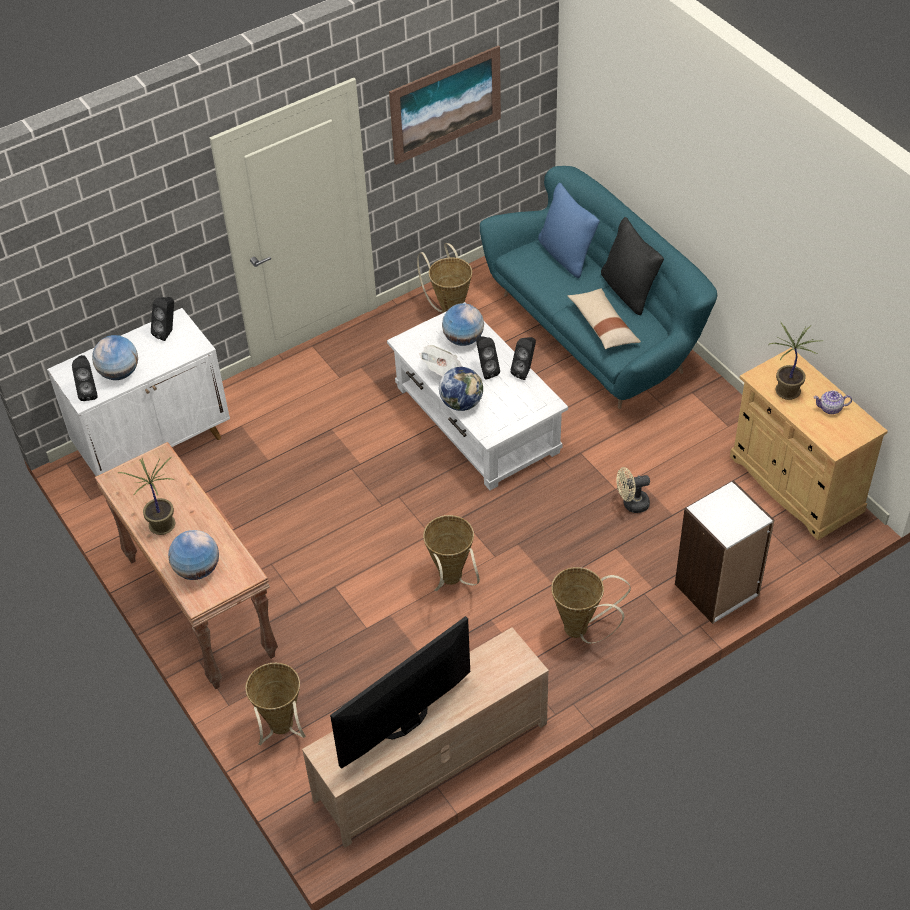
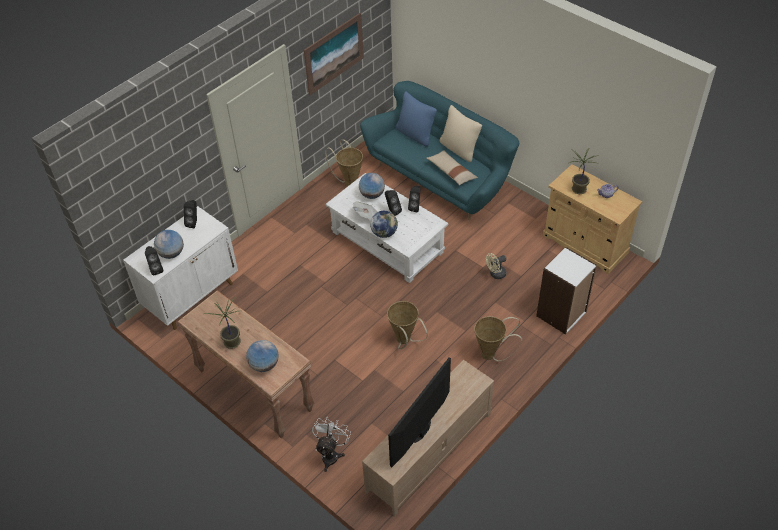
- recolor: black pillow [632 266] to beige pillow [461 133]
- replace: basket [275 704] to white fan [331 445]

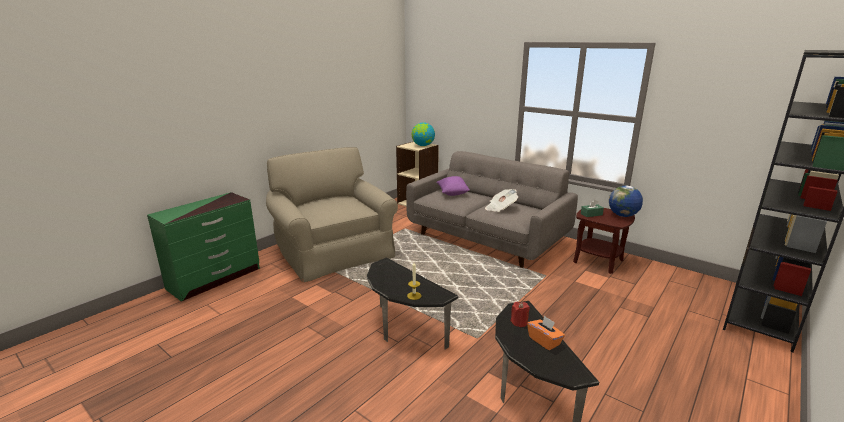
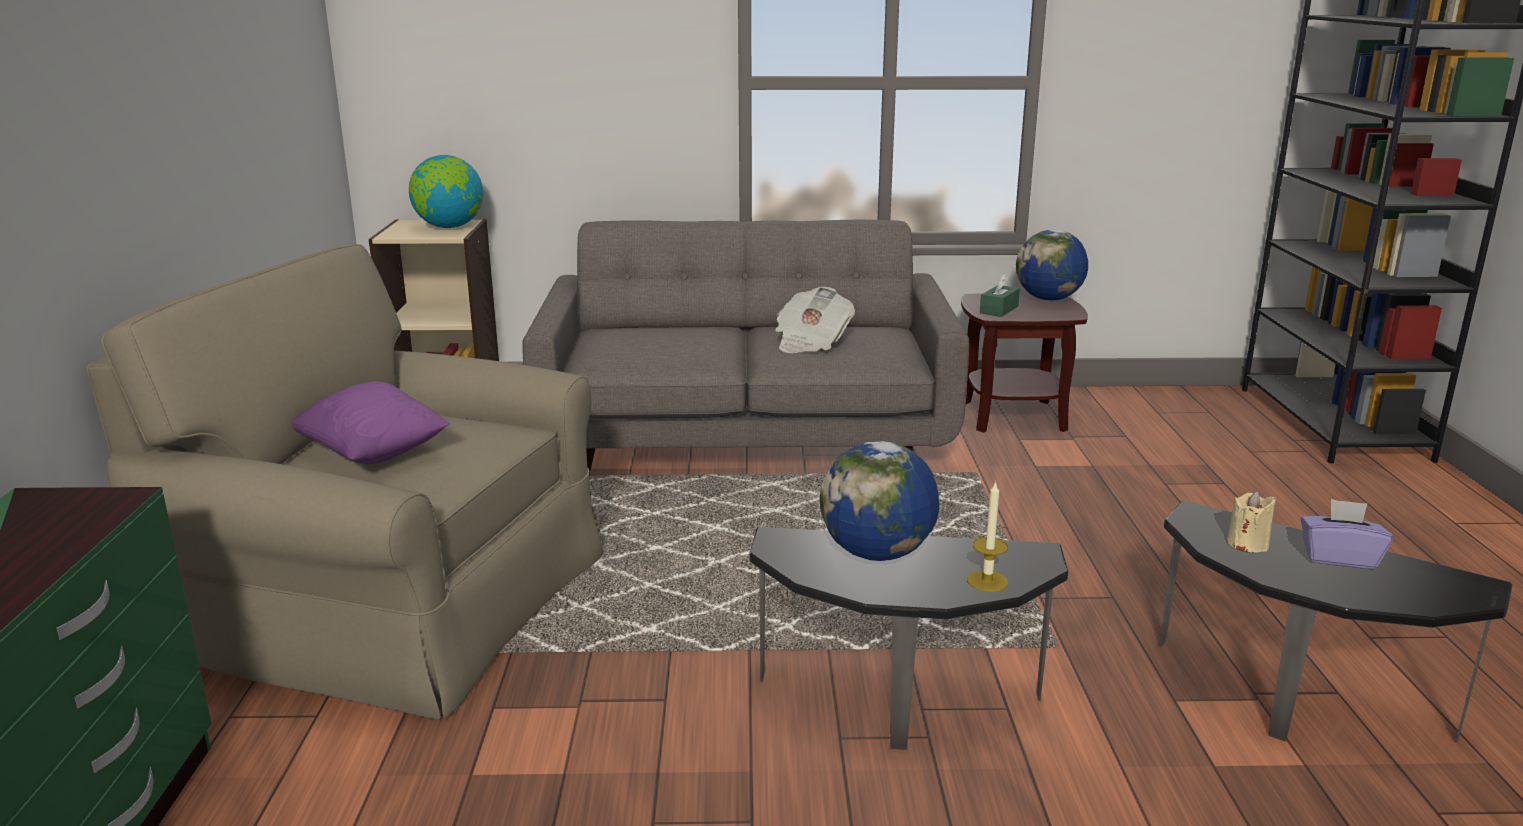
- move: purple pillow [453 186] to [371 422]
- recolor: red candle [520 314] to beige candle [1251 522]
- recolor: orange tissue box [546 332] to purple tissue box [1347 534]
- insert: globe [879 501]

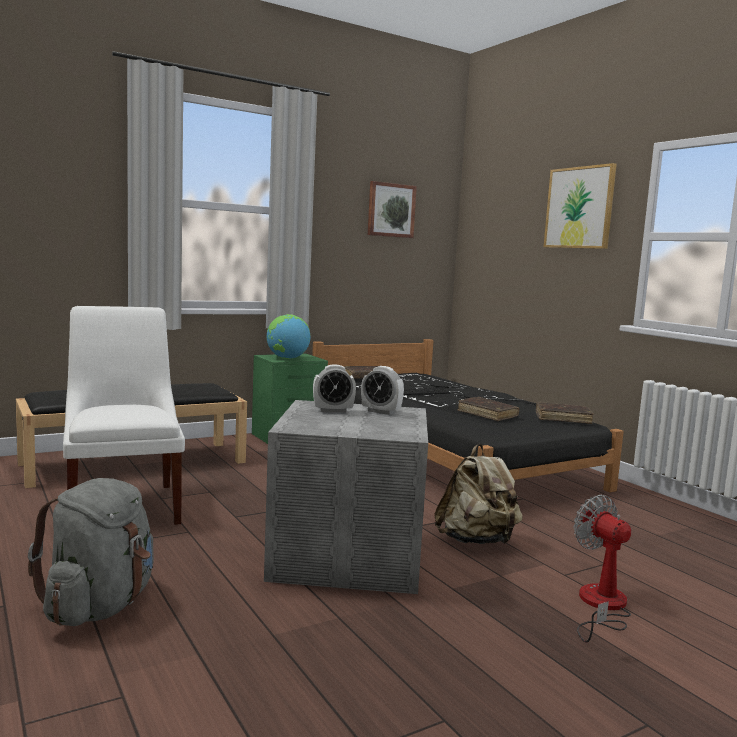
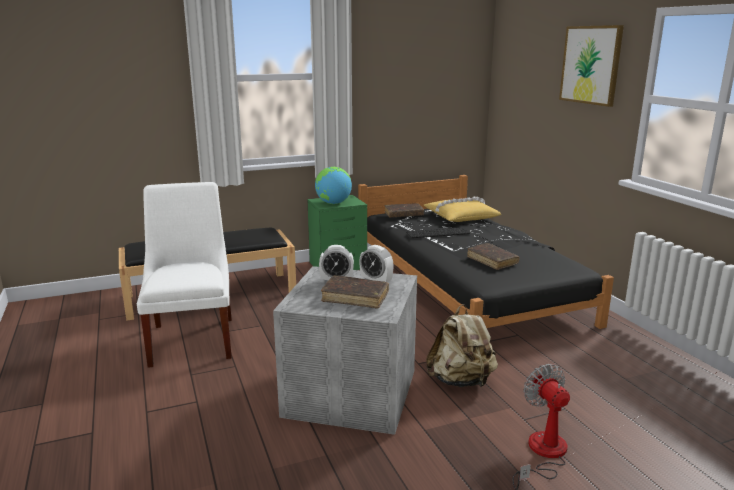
- delete: picture [392 209]
- move: brown book [565 413] to [355 292]
- delete: grey backpack [91 552]
- insert: yellow pillow [462 209]

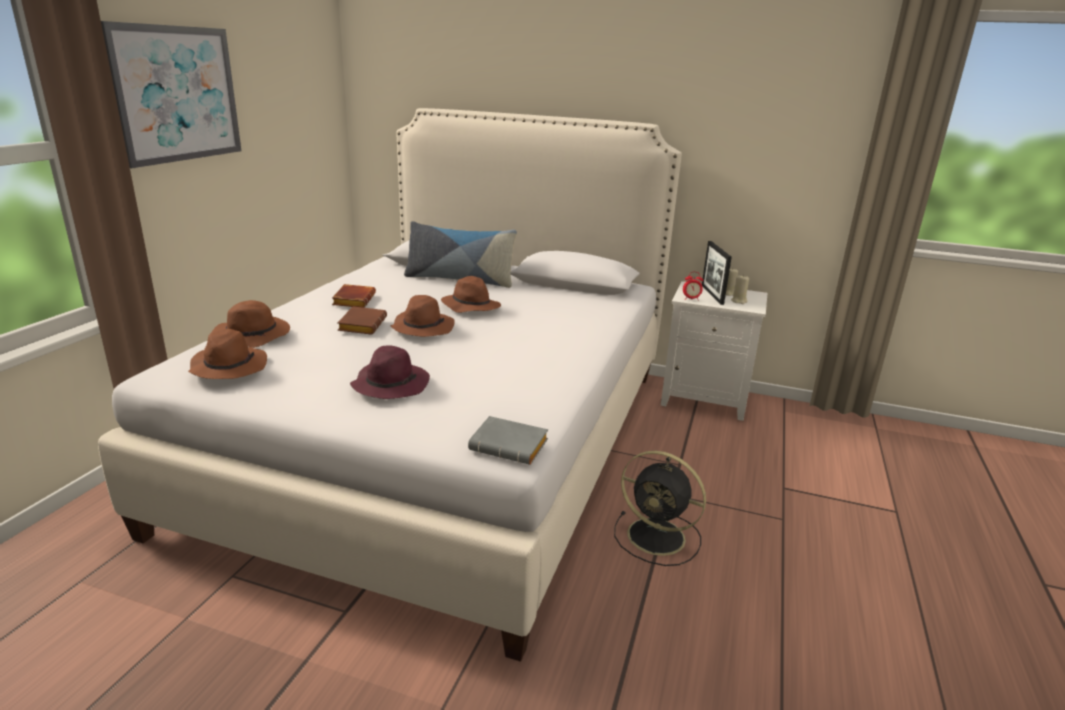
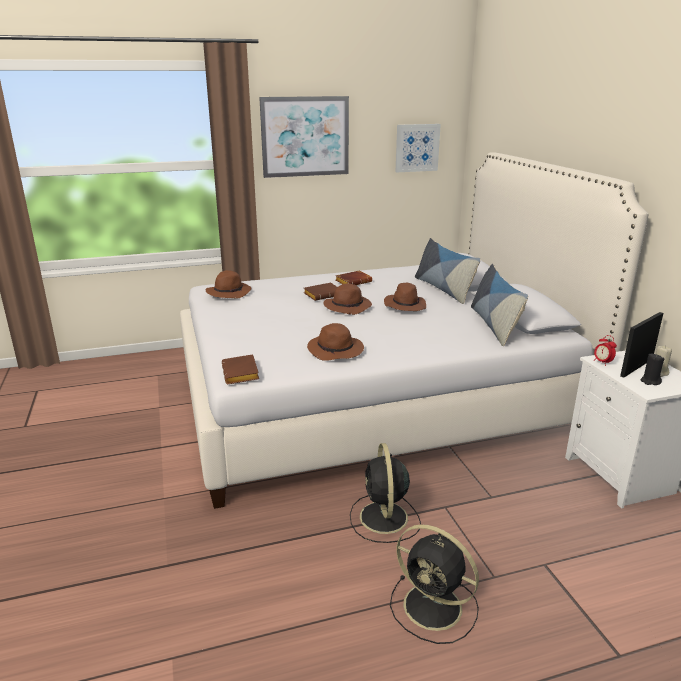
- recolor: beige candle [740 289] to black candle [652 369]
- move: brown hat [251 324] to [335 342]
- delete: purple hat [390 372]
- recolor: grey book [508 440] to brown book [240 369]
- insert: picture [418 148]
- insert: pillow [499 305]
- insert: black fan [434 584]

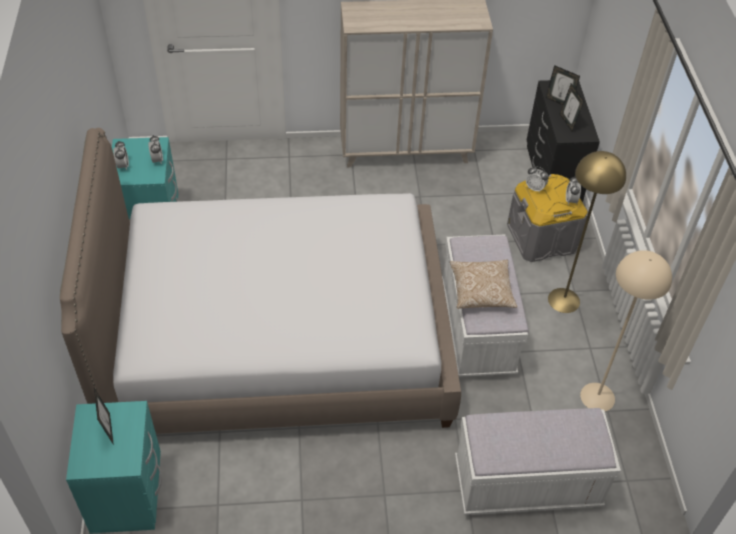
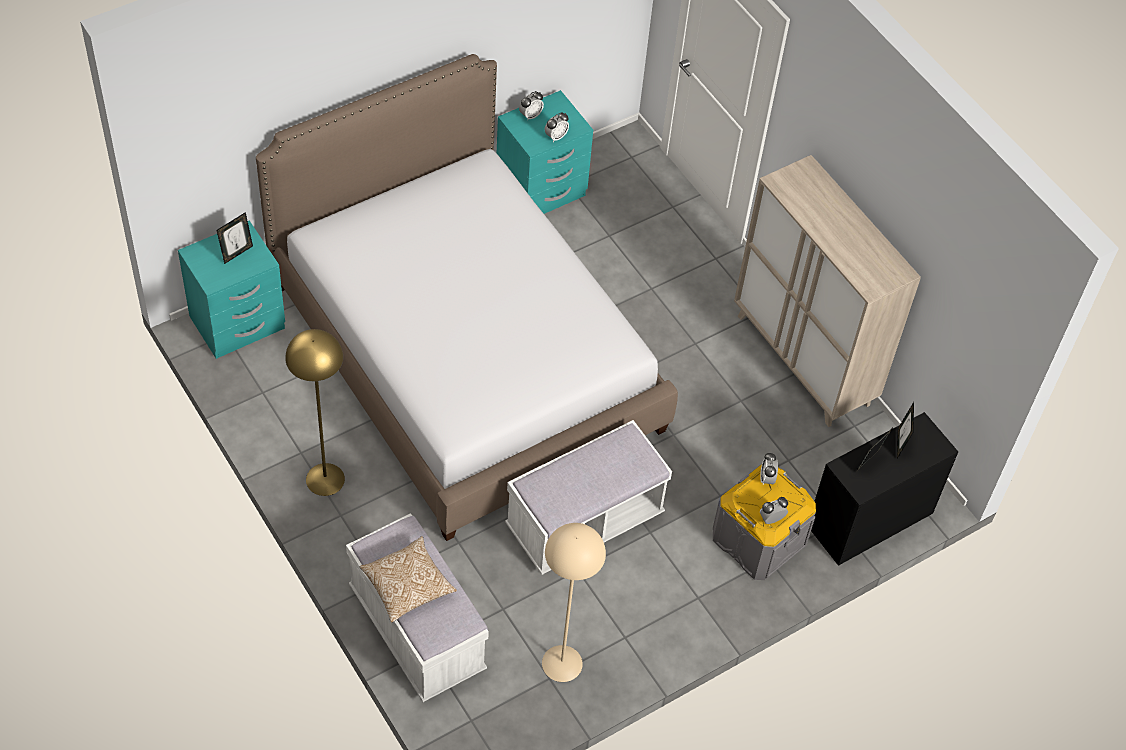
- move: yellow floor lamp [587 232] to [315 412]
- move: pillow [483 284] to [408 579]

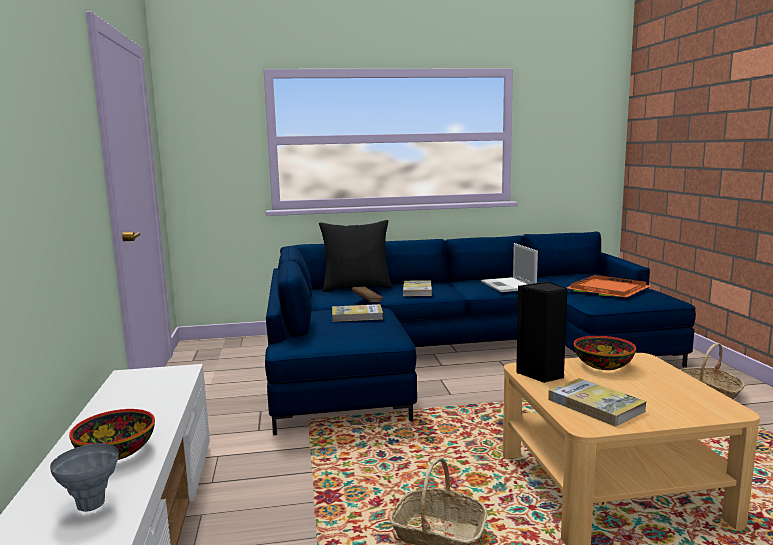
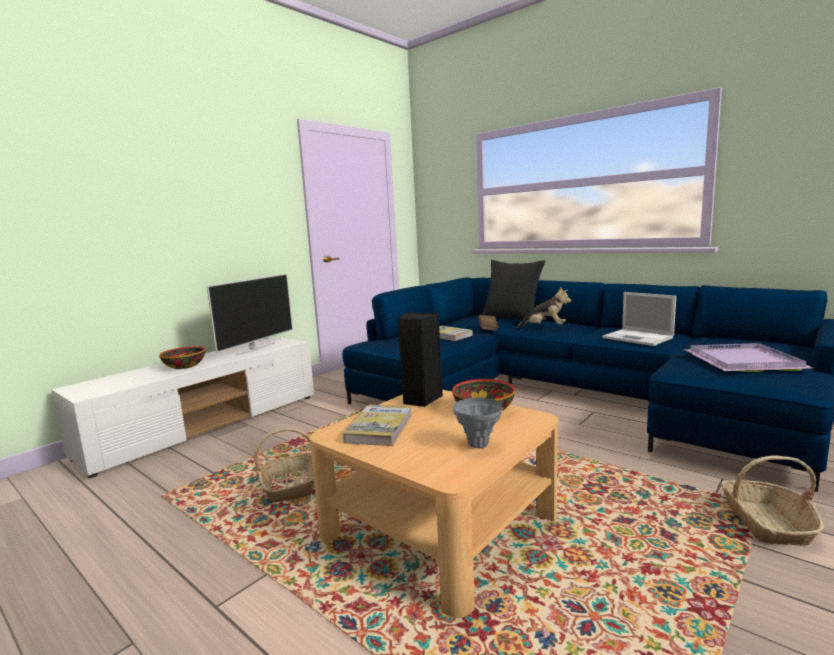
- rotate: laptop [509 267] = [639 319] 75 degrees counterclockwise
- recolor: orange tray [608 286] to purple tray [748 357]
- replace: book [417 288] to plush toy [544 307]
- move: grey vase [84 478] to [478 423]
- insert: television [249 314]

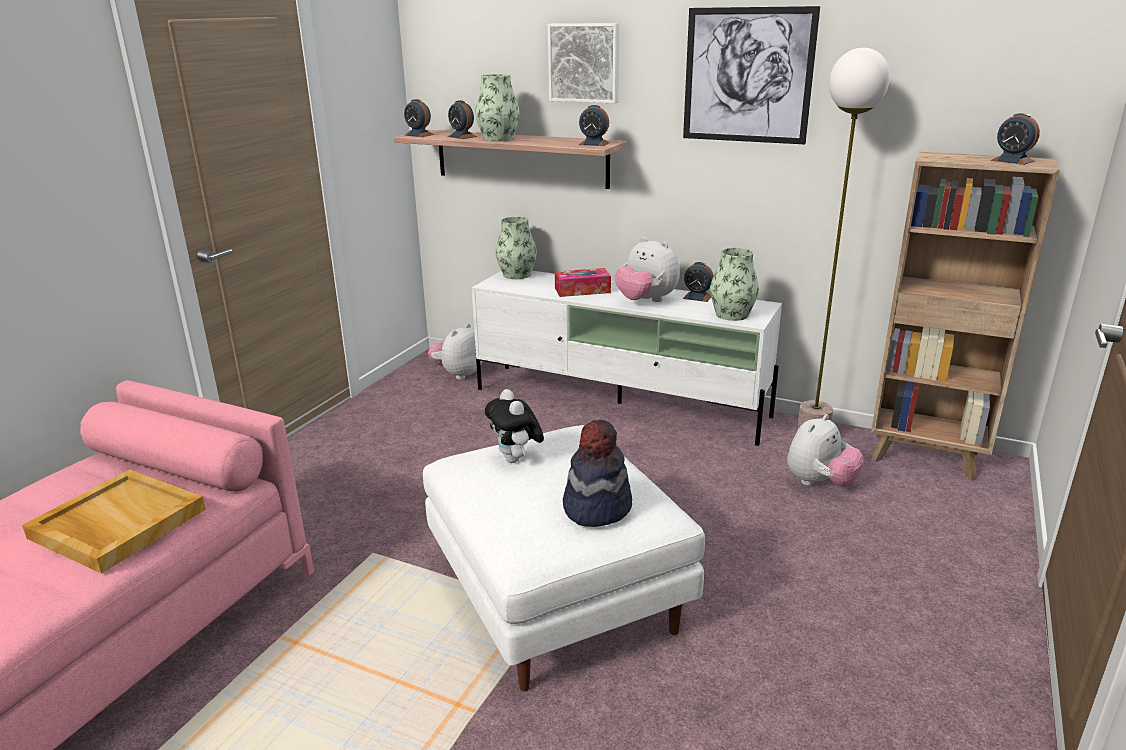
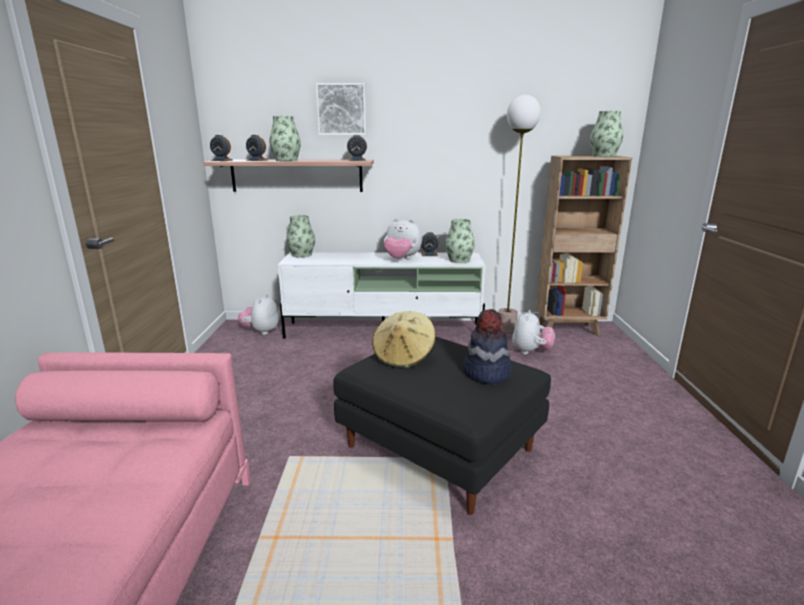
- delete: picture [751 75]
- replace: alarm clock [1015 139] to vase [606 134]
- delete: tissue box [583 282]
- replace: plush toy [514 426] to beige hat [404 340]
- recolor: white ottoman [564 558] to black ottoman [442 426]
- delete: beige tray [114 521]

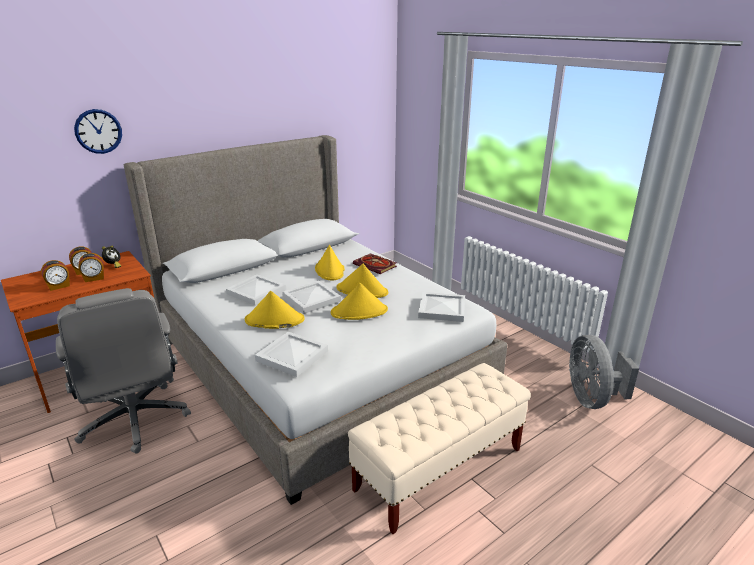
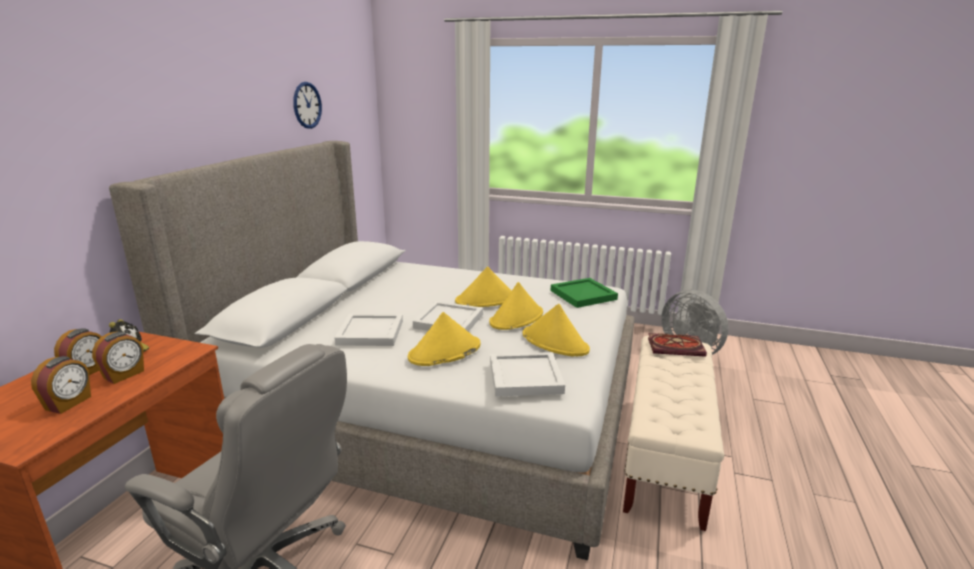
- move: wall clock [98 131] to [307 105]
- move: yellow hat [330 263] to [556 330]
- move: book [375 263] to [677 345]
- recolor: white tray [441 307] to green tray [584 293]

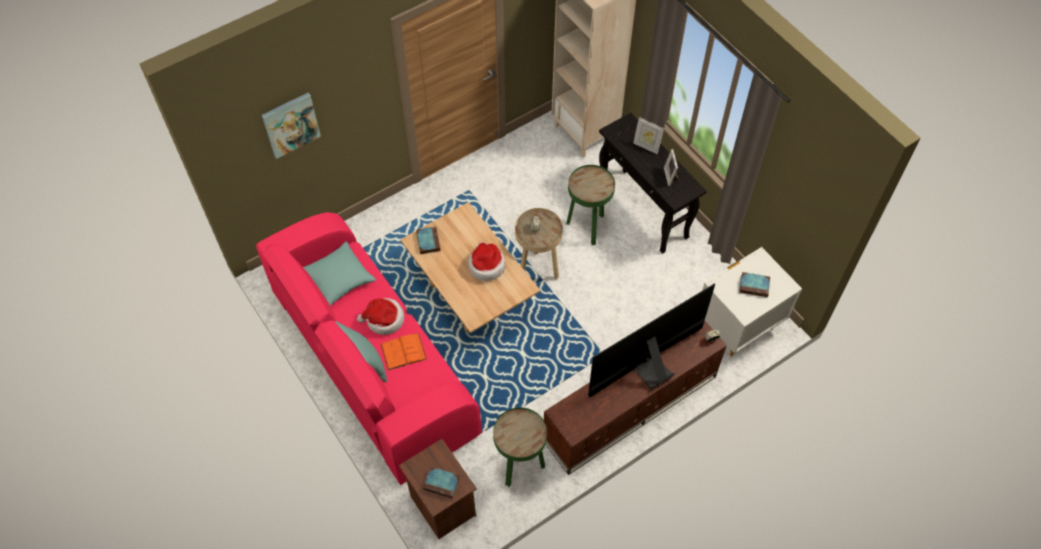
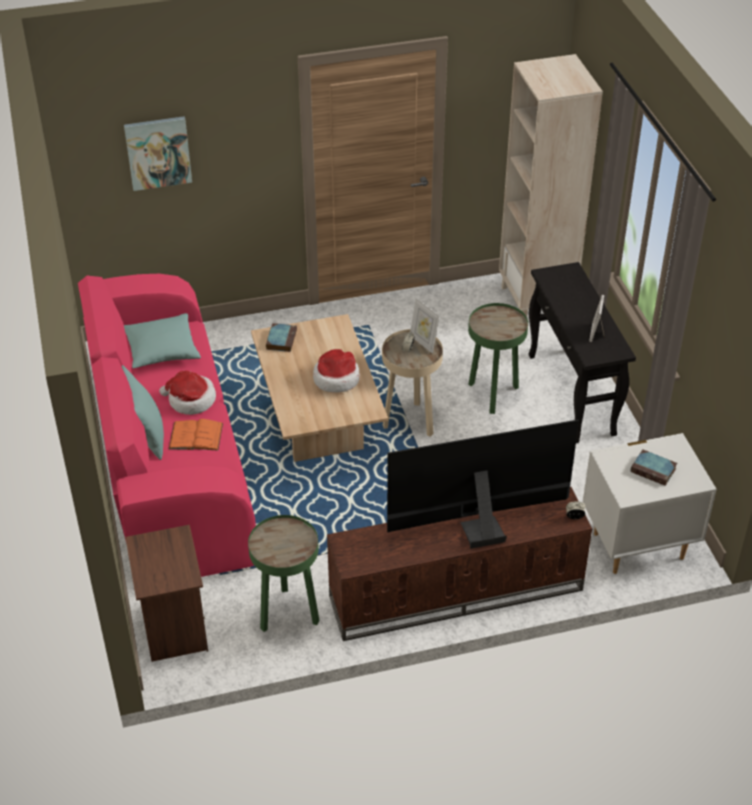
- move: picture frame [648 135] to [425 326]
- delete: book [441 483]

